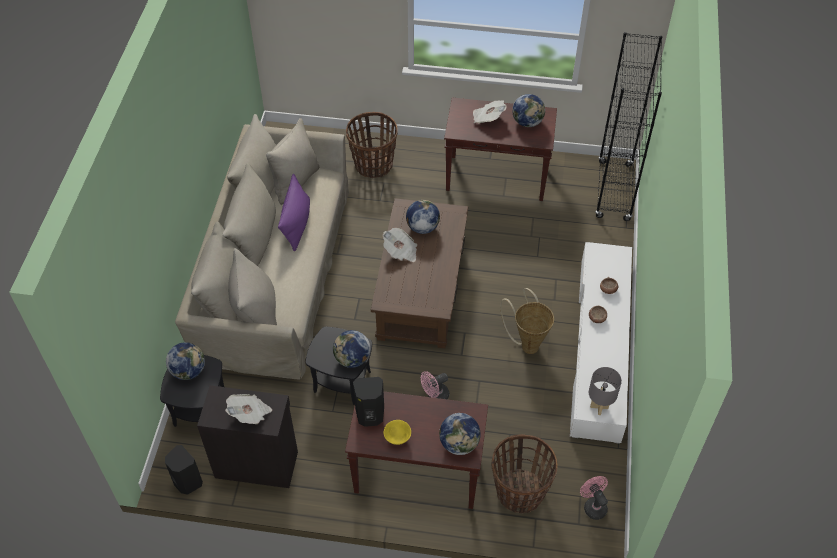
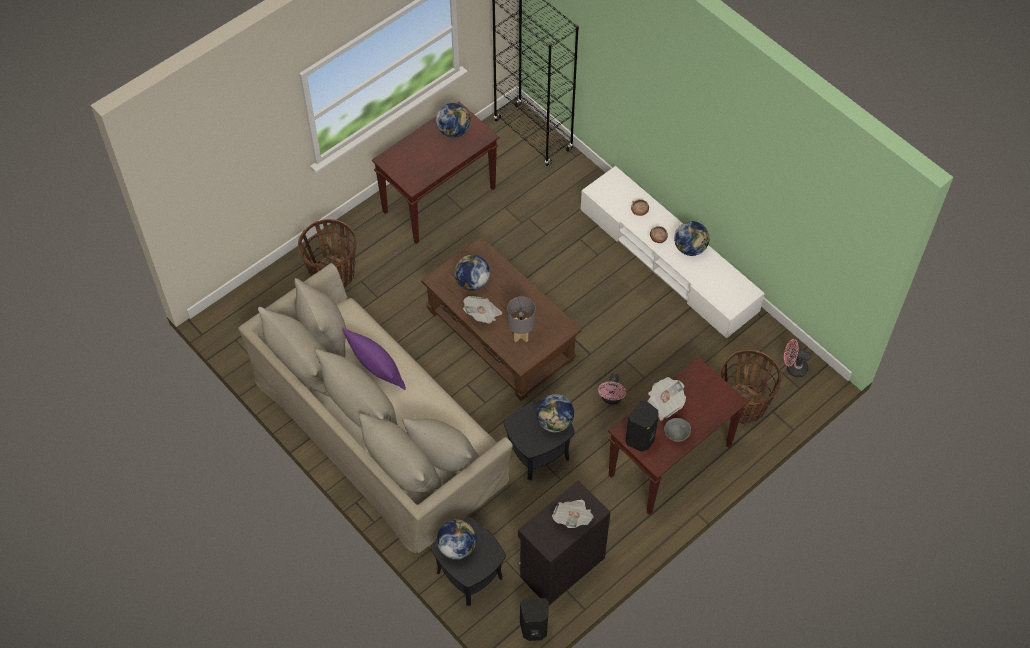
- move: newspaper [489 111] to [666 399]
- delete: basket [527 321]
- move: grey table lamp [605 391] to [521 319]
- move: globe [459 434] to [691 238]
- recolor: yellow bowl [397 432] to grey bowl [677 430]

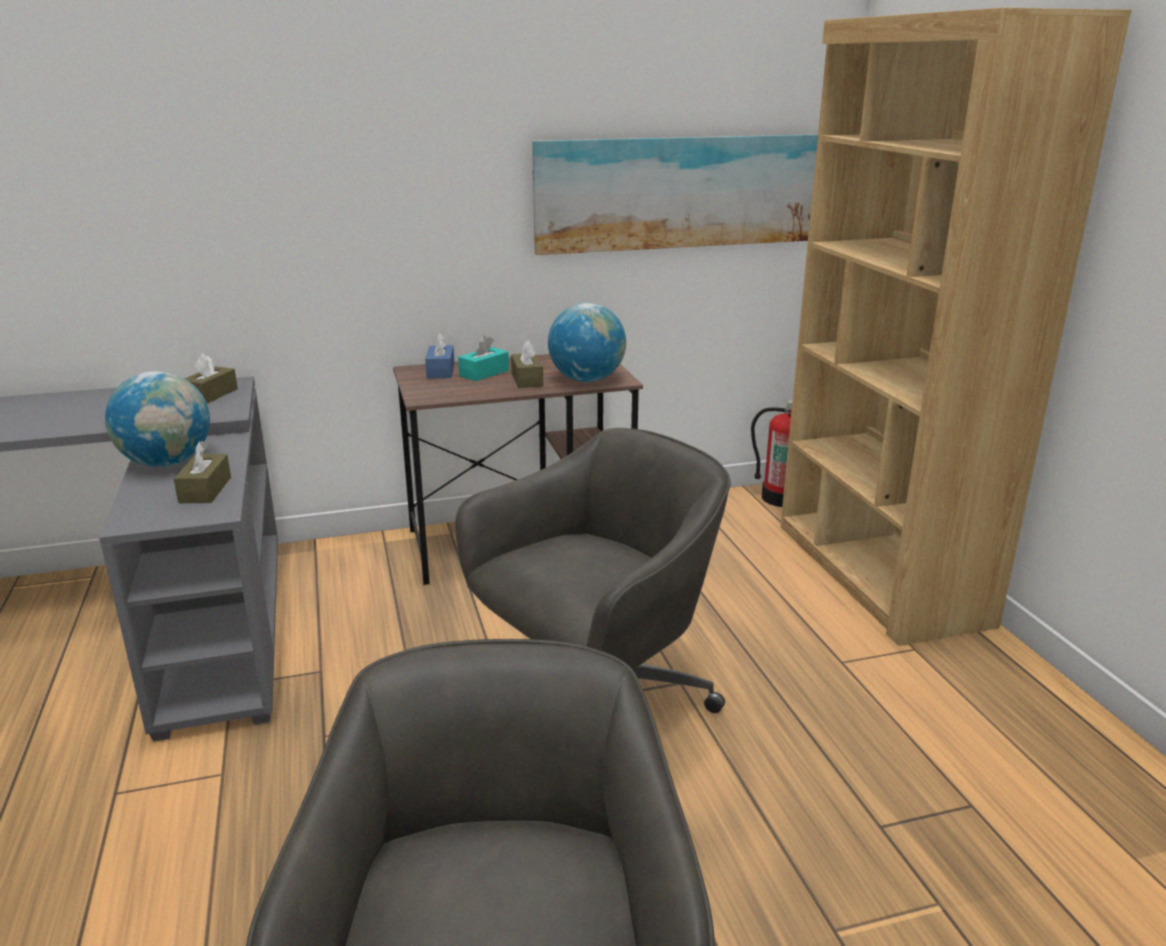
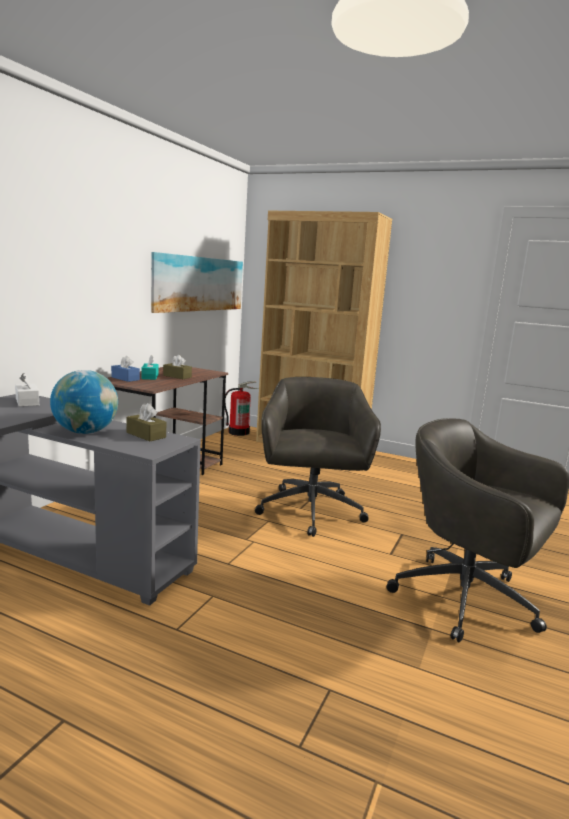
- delete: globe [587 342]
- recolor: brown tissue box [211 378] to white tissue box [27 390]

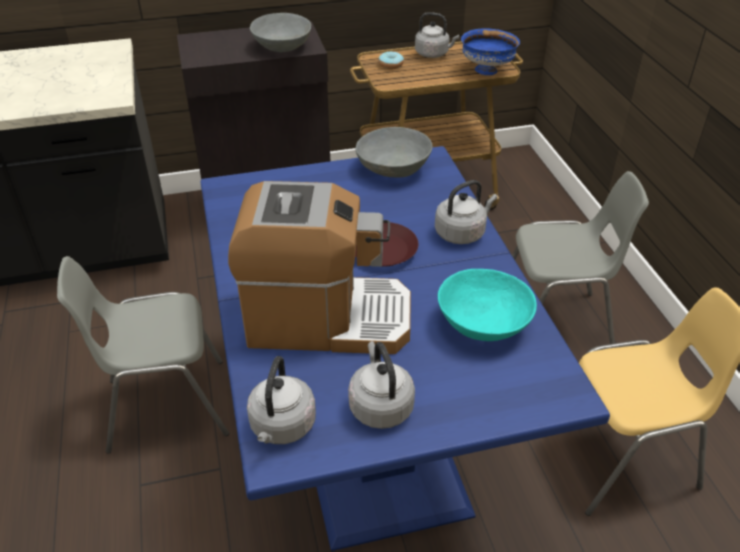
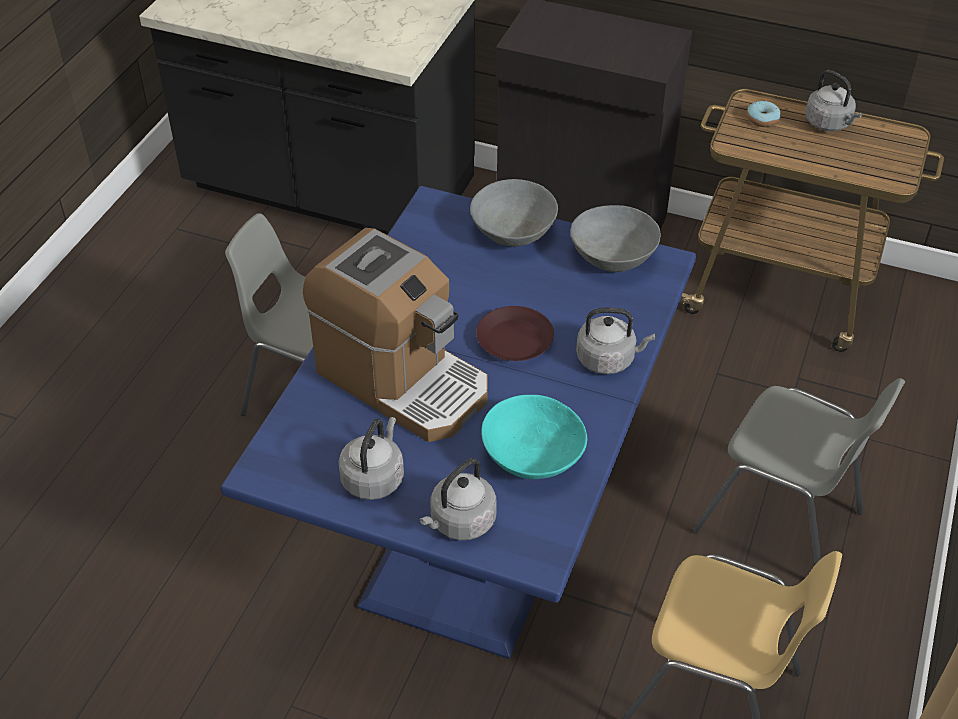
- move: grey bowl [280 32] to [514 213]
- delete: blue bowl [490 51]
- move: grey kettle [281 400] to [458 499]

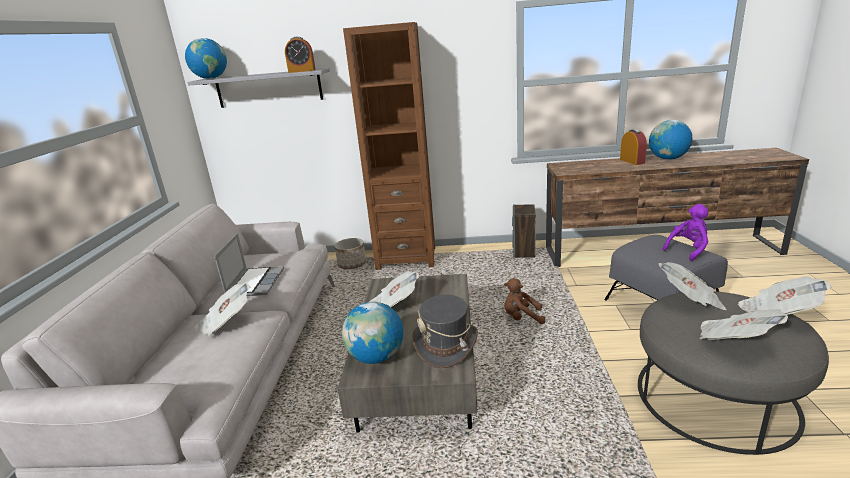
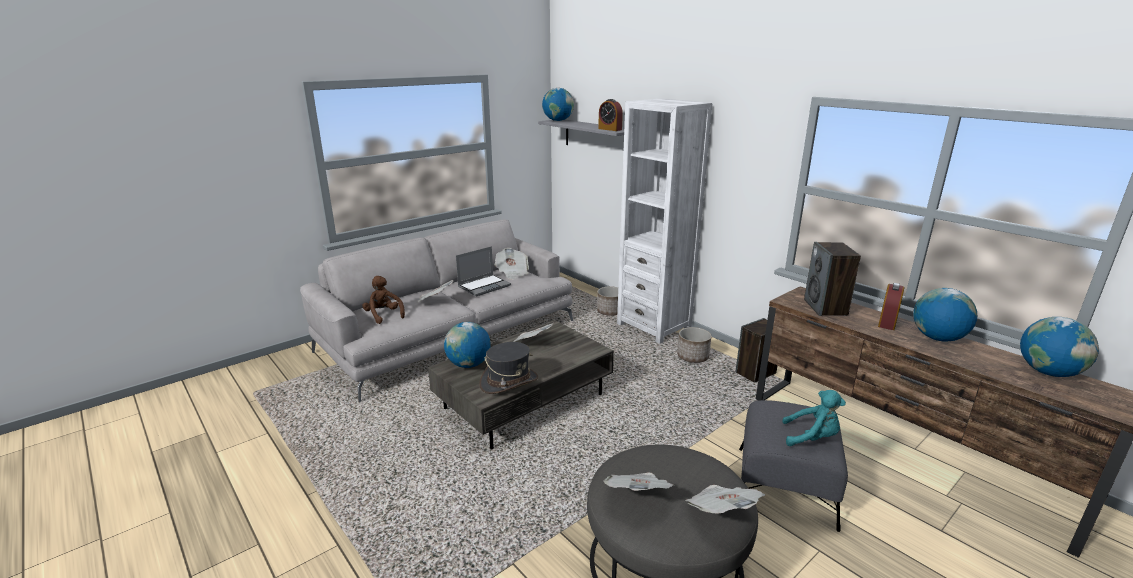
- recolor: brown bookcase [389 146] to white bookcase [665 221]
- recolor: purple plush toy [685 232] to turquoise plush toy [814 418]
- move: newspaper [693 286] to [511 264]
- move: brown plush toy [524 301] to [383 300]
- insert: speaker [832 279]
- insert: globe [1059 347]
- insert: planter [694 345]

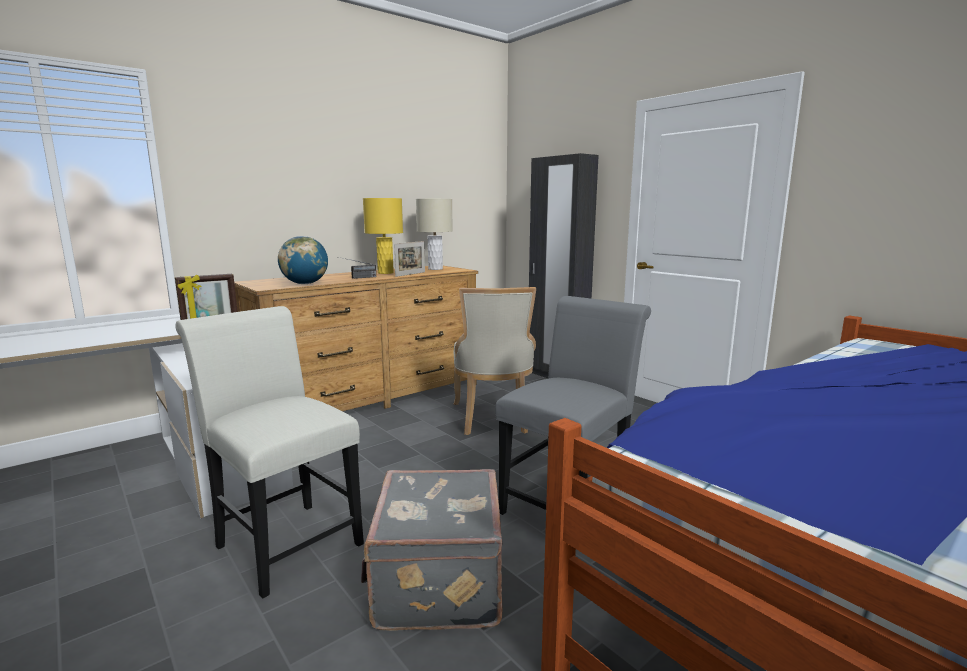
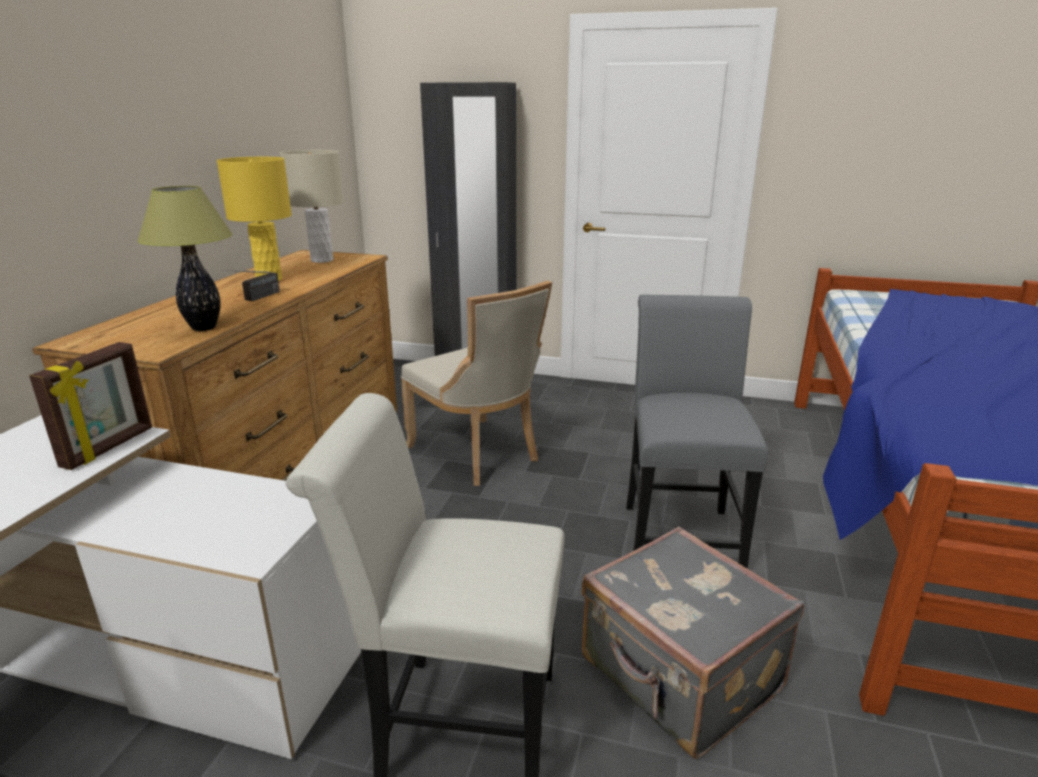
- replace: globe [303 260] to table lamp [184 258]
- delete: picture frame [409 259]

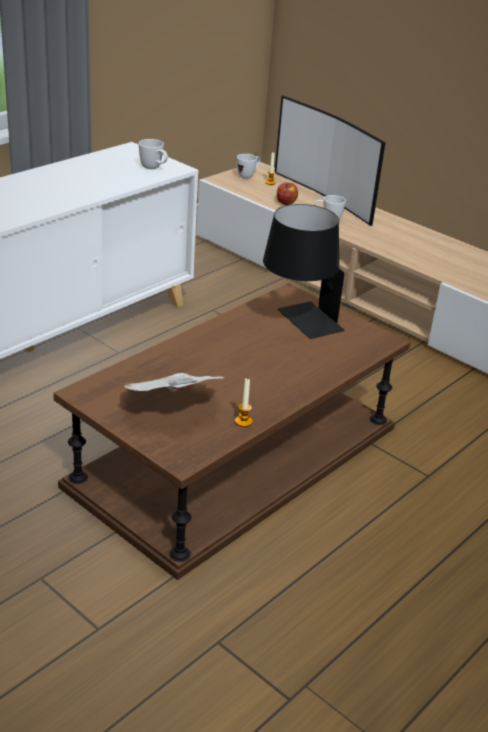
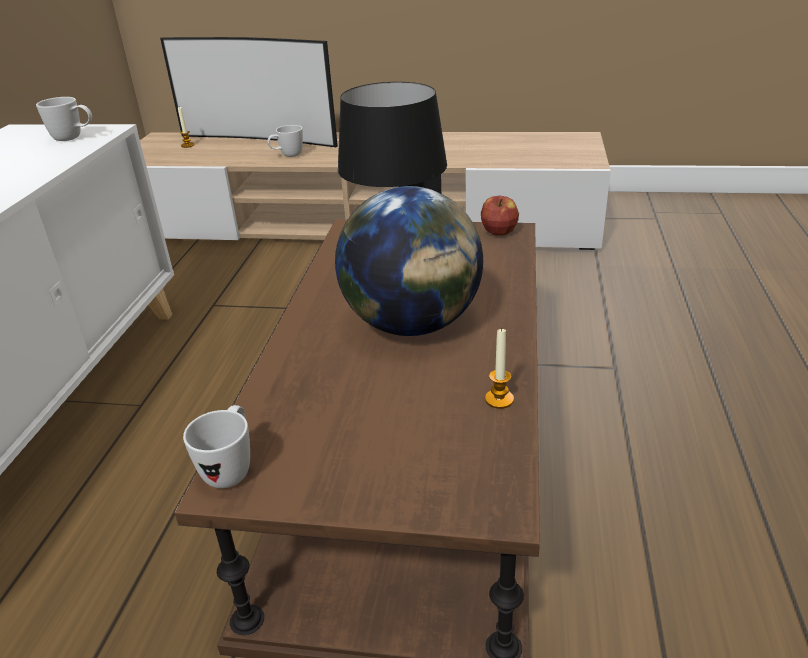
- move: white mug [248 166] to [216 446]
- move: apple [287 193] to [500 216]
- delete: newspaper [174 382]
- insert: globe [409 261]

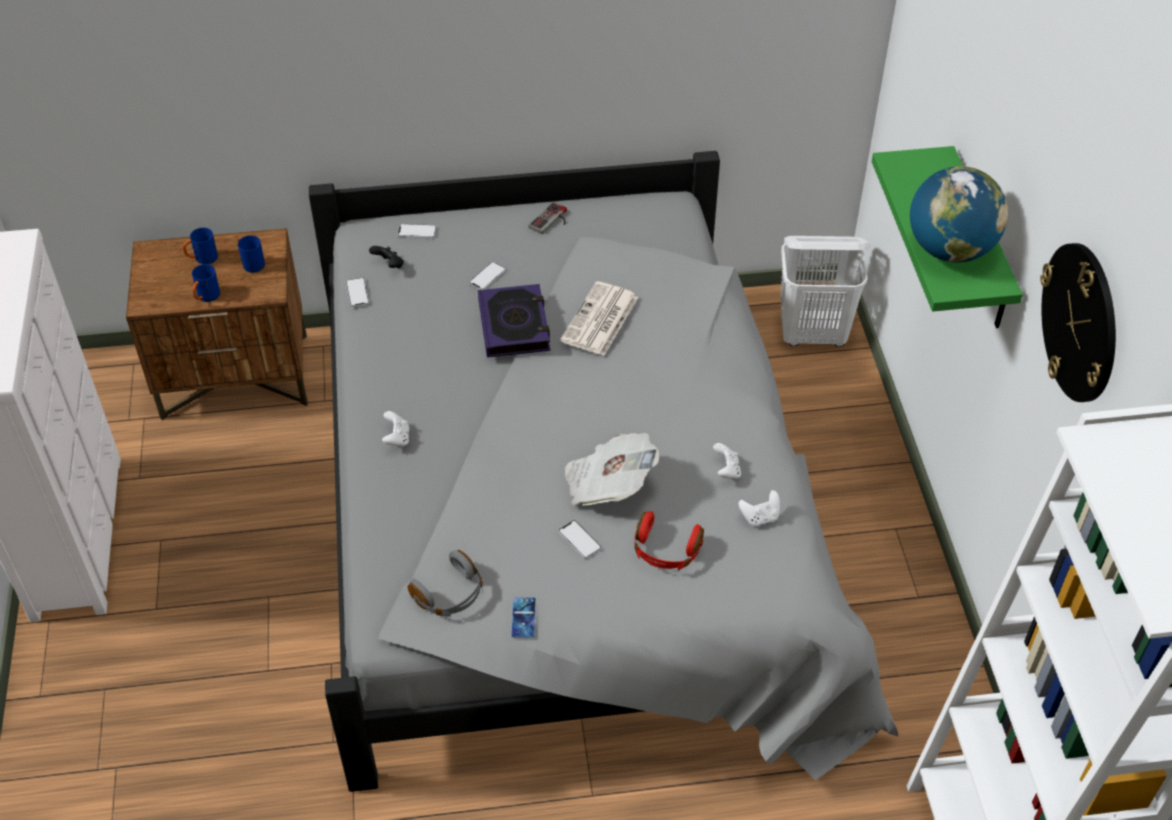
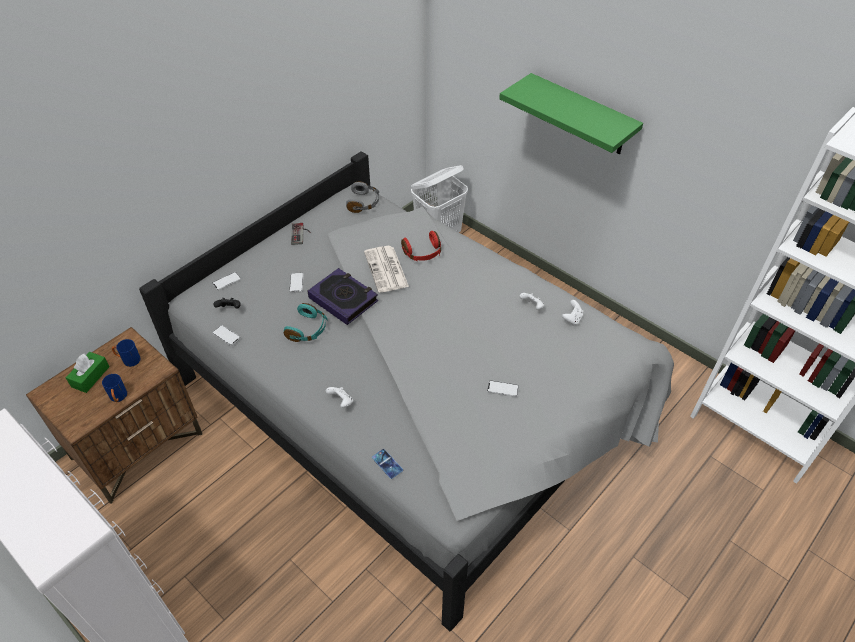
- delete: globe [959 214]
- replace: blue mug [200 246] to green tissue box [88 372]
- delete: wall clock [1078 322]
- delete: newspaper [611 469]
- move: red headphones [669 540] to [421 246]
- move: grey headphones [445 583] to [362 197]
- move: phone [523 617] to [387 464]
- insert: turquoise headphones [306 322]

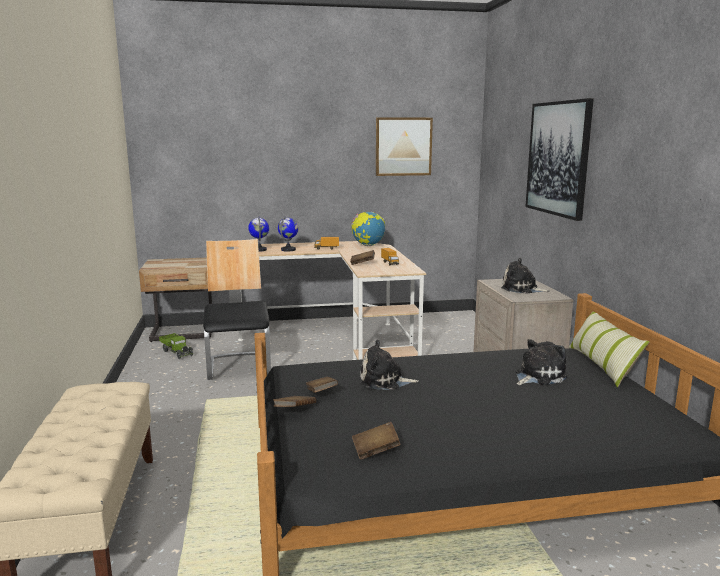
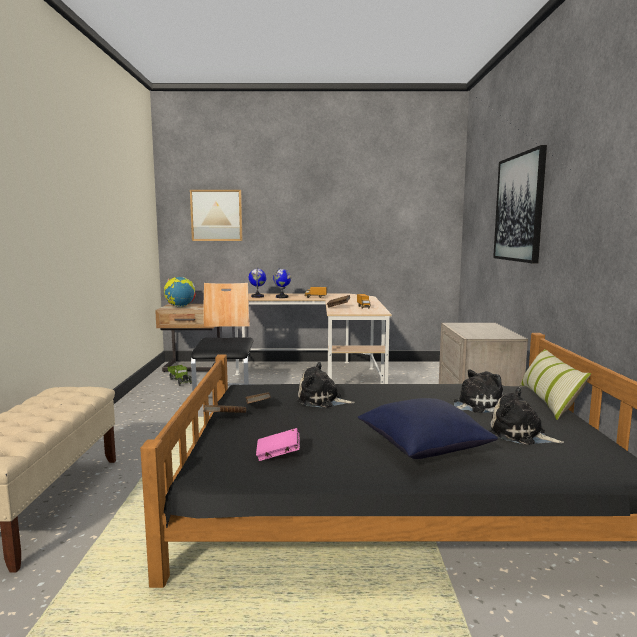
- move: picture [404 146] to [216 215]
- move: globe [368 229] to [179 292]
- move: plush toy [525 276] to [526 416]
- recolor: brown book [376 440] to pink book [278 444]
- insert: blue pillow [428 428]

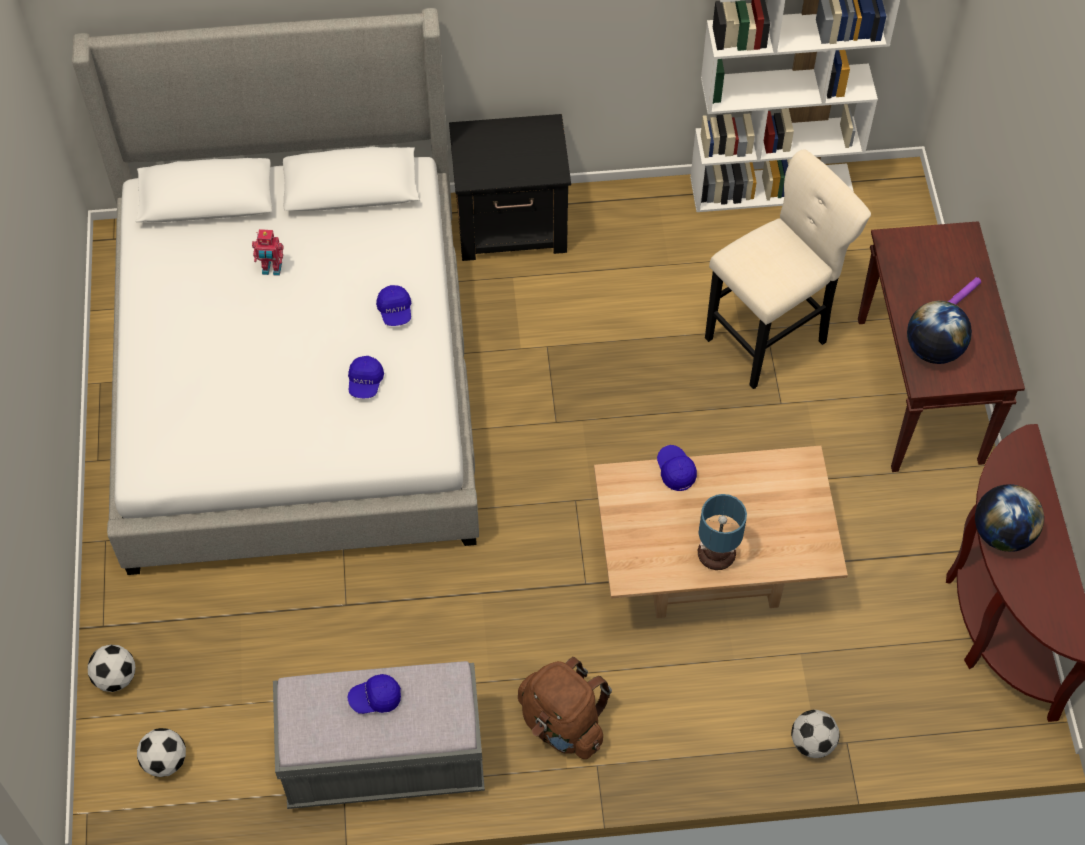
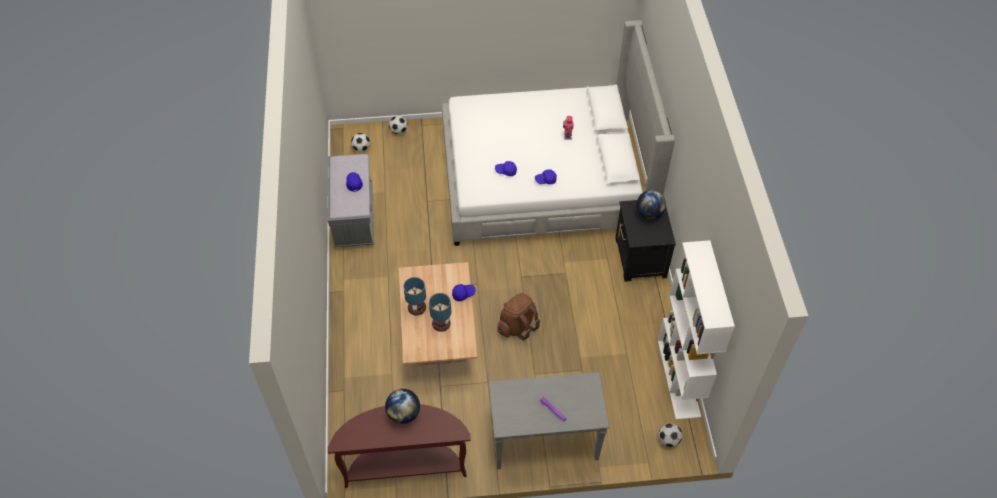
- delete: beige stool [788 269]
- recolor: brown console table [941 346] to grey console table [549 421]
- move: globe [939 332] to [651 205]
- move: brown backpack [565 708] to [519 316]
- move: football [815 734] to [670 435]
- insert: table lamp [440 312]

